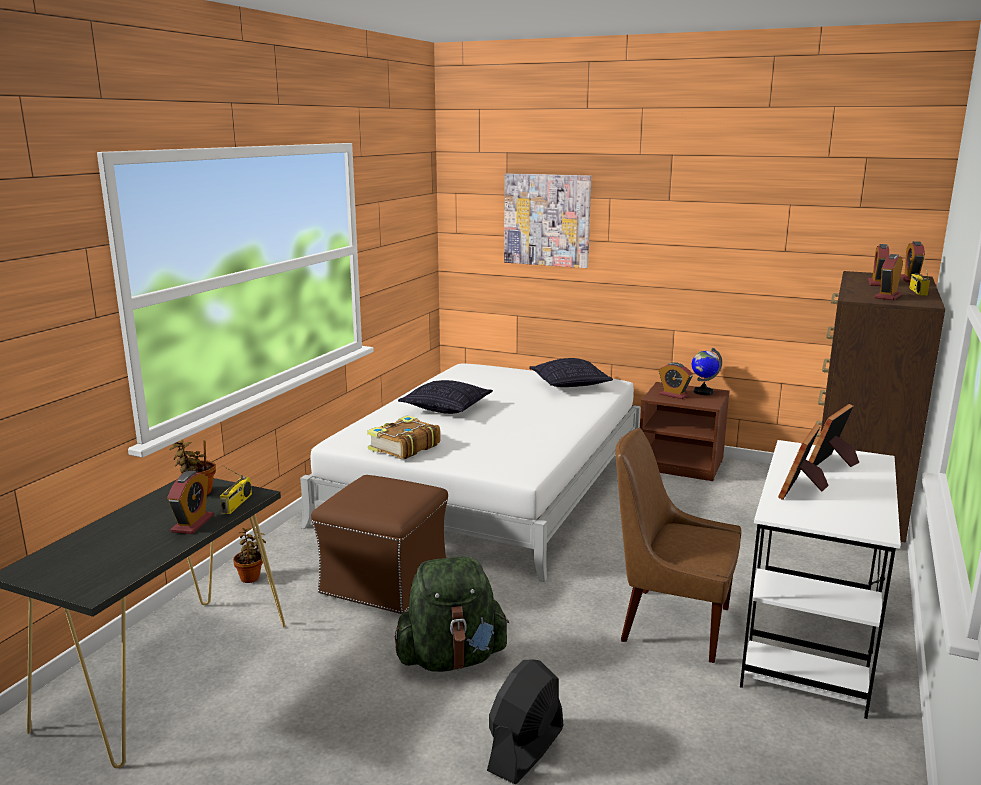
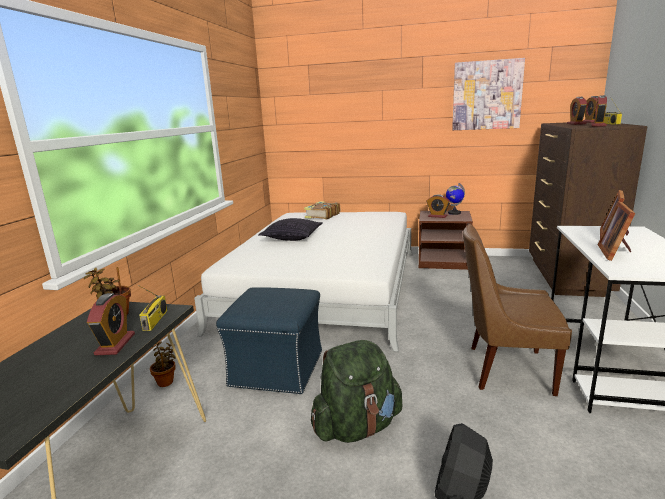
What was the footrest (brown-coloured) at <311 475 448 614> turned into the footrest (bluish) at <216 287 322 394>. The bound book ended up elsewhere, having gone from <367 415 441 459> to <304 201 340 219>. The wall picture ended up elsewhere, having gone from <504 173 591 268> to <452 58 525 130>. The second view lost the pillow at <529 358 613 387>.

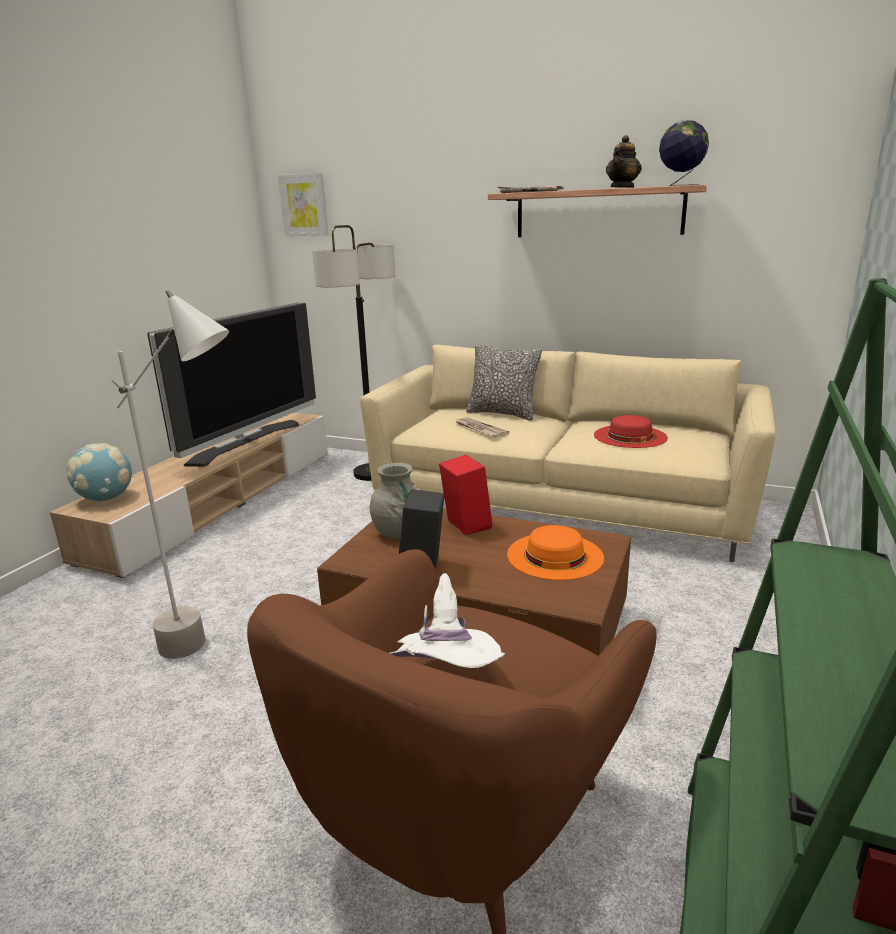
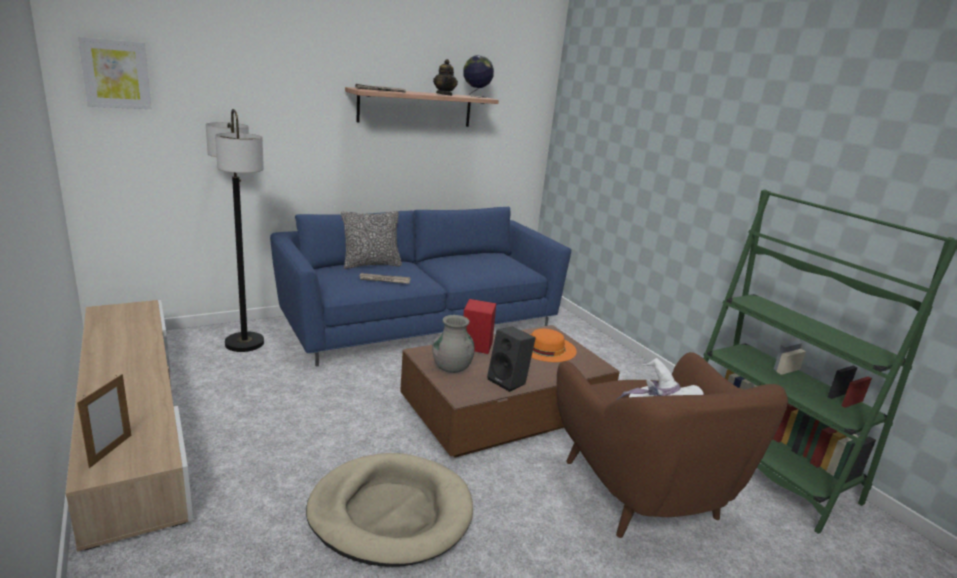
Where the world globe stood at <67 443 133 502>, the standing frame came to stand at <77 374 131 468>. What was the sofa (beige) at <360 345 776 562> turned into the sofa (bluish) at <270 207 571 366>. Where the floor lamp (gray) stood at <112 290 229 659>, the dog cushion (beige) came to stand at <306 453 473 567>. The second view lost the TV at <147 302 316 467>. The second view lost the hat (red) at <594 415 668 448>.

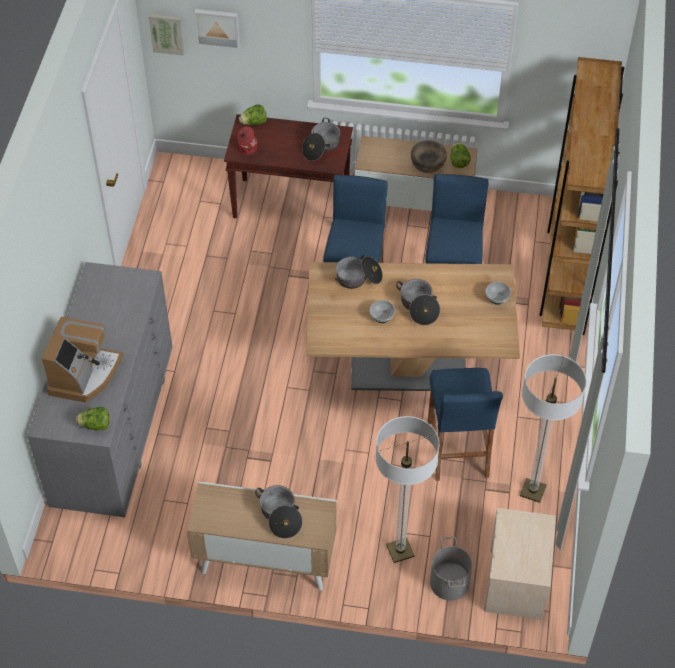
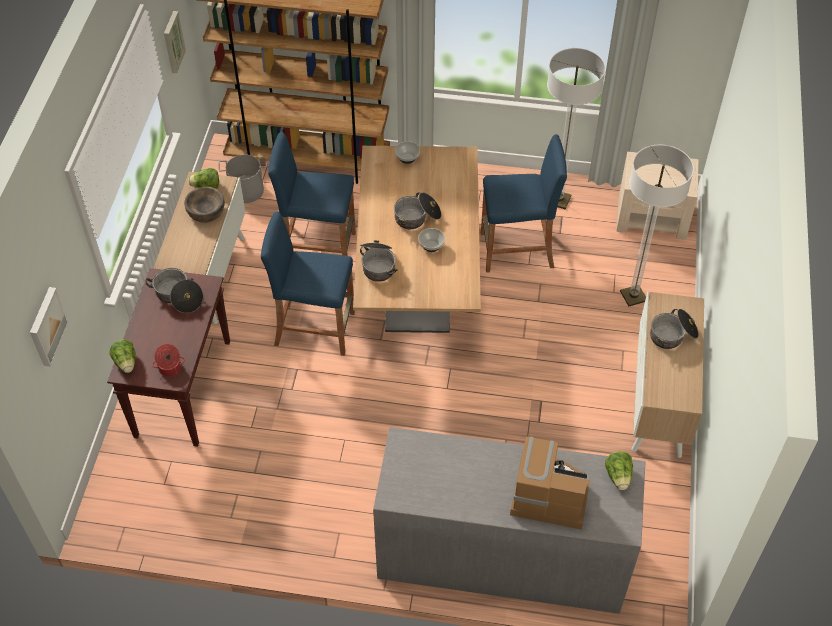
The wall picture ended up elsewhere, having gone from <149 14 184 55> to <164 11 186 73>. The pail (gray) ended up elsewhere, having gone from <430 537 472 601> to <218 154 267 203>.

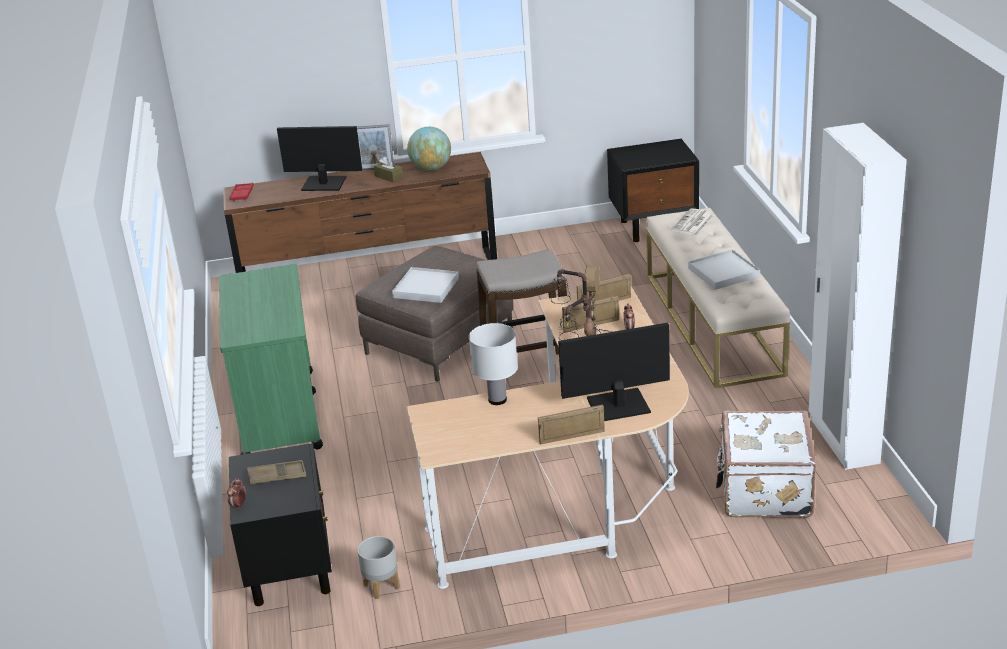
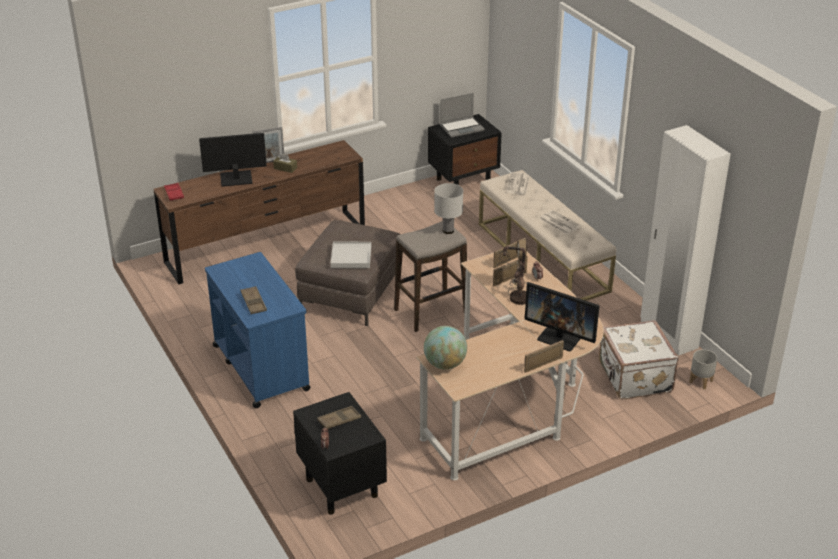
What was the trolley (green-coloured) at <219 264 323 455> turned into the trolley (bluish) at <205 252 311 408>. The second view gained the carrying tray (brown-coloured) at <241 286 267 314>. The world globe ended up elsewhere, having gone from <407 127 451 171> to <424 326 467 369>. The tabletop lamp (whitish) ended up elsewhere, having gone from <469 323 518 405> to <434 183 463 234>. The second view gained the notebook computer at <440 93 485 138>. The computer display at <558 323 670 421> ended up facing another way, 120 degrees counterclockwise from before. Where the carrying tray (whitish) stood at <688 250 760 290>, the newspaper came to stand at <539 210 581 234>. The flower pot (gray) ended up elsewhere, having gone from <358 536 400 599> to <689 349 717 389>.

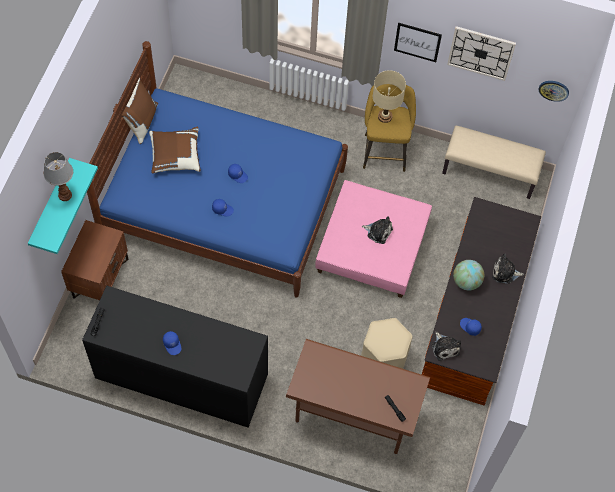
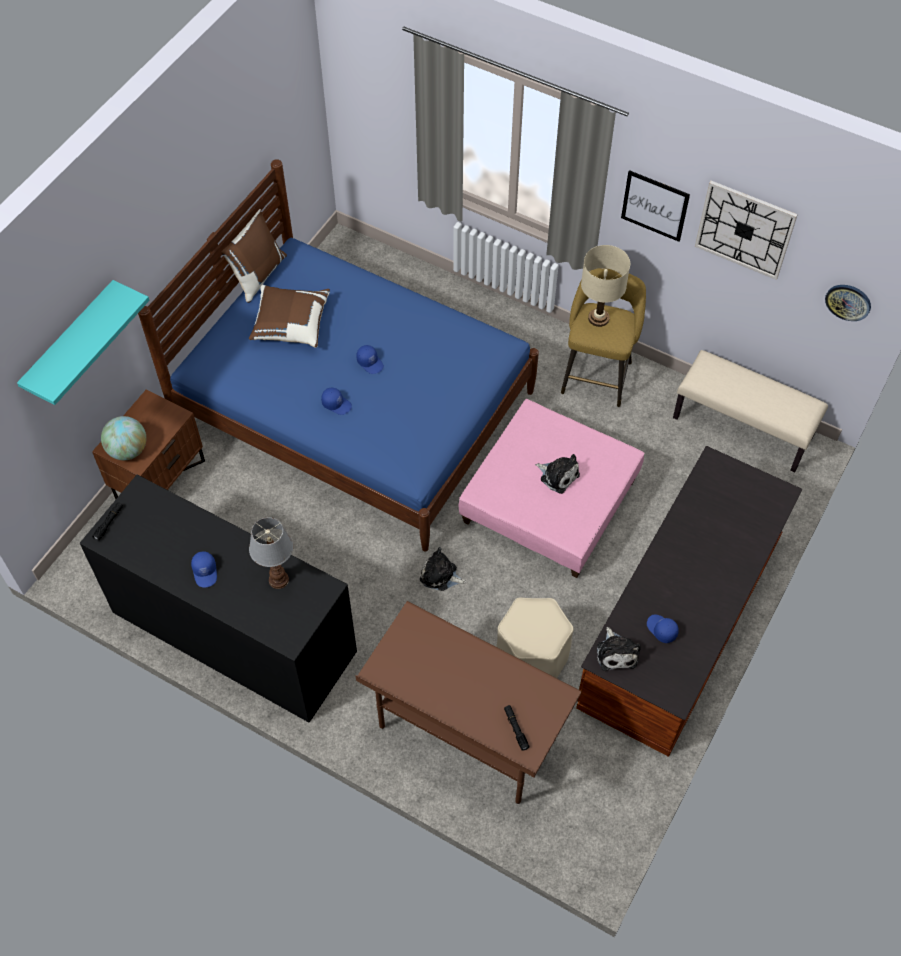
The world globe ended up elsewhere, having gone from <453 260 484 290> to <101 416 146 460>. The tabletop lamp ended up elsewhere, having gone from <44 152 73 201> to <249 517 293 589>. The soft toy ended up elsewhere, having gone from <492 254 524 284> to <420 547 466 591>.

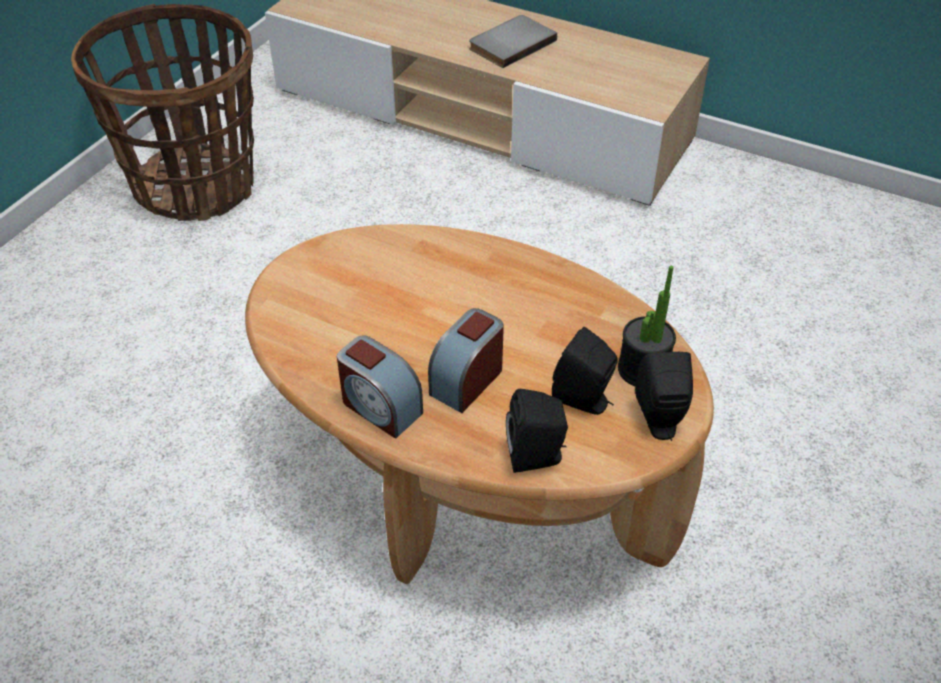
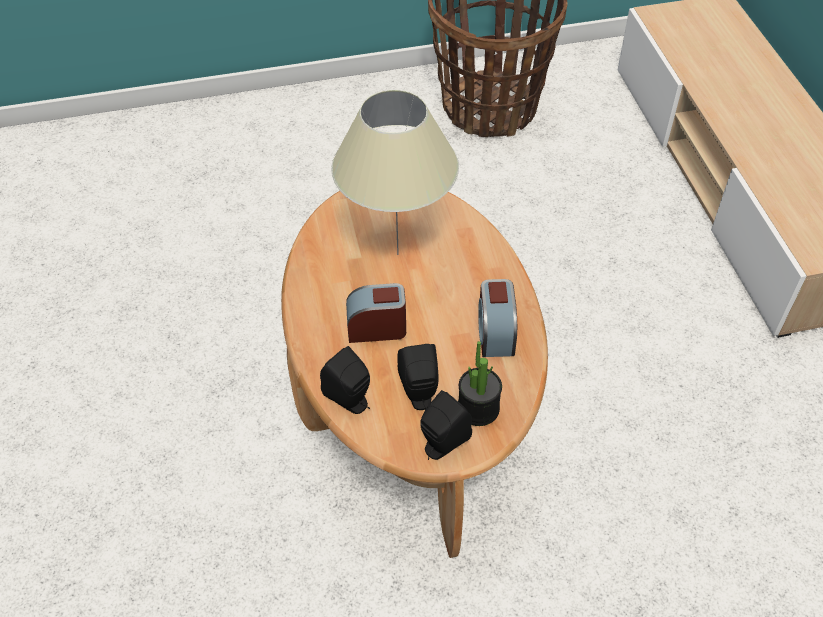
The second view gained the tabletop lamp (beige) at <331 90 459 255>. The bedside clock ended up elsewhere, having gone from <337 335 423 439> to <478 279 517 357>. The second view lost the bound book (gray) at <469 15 557 68>.

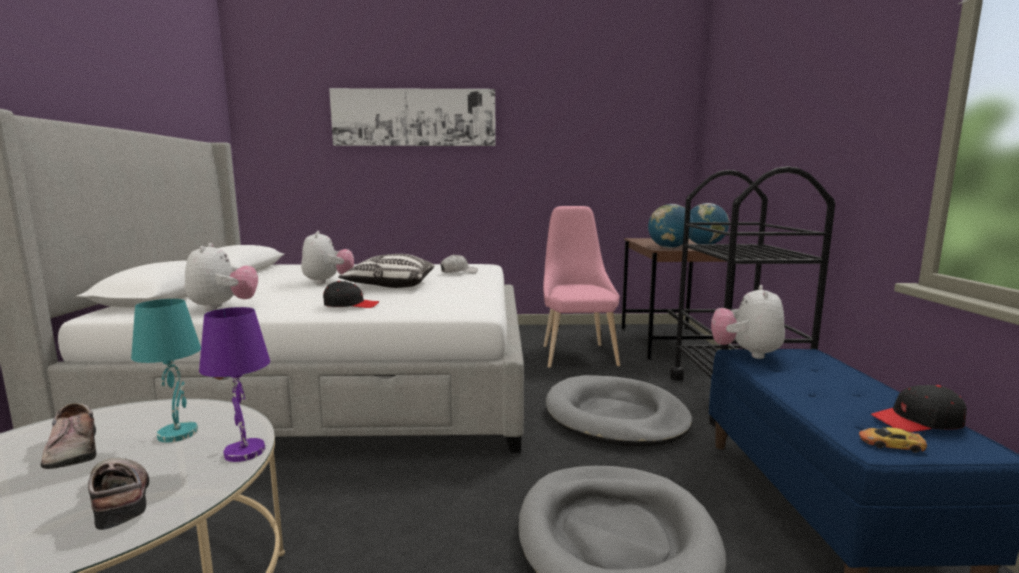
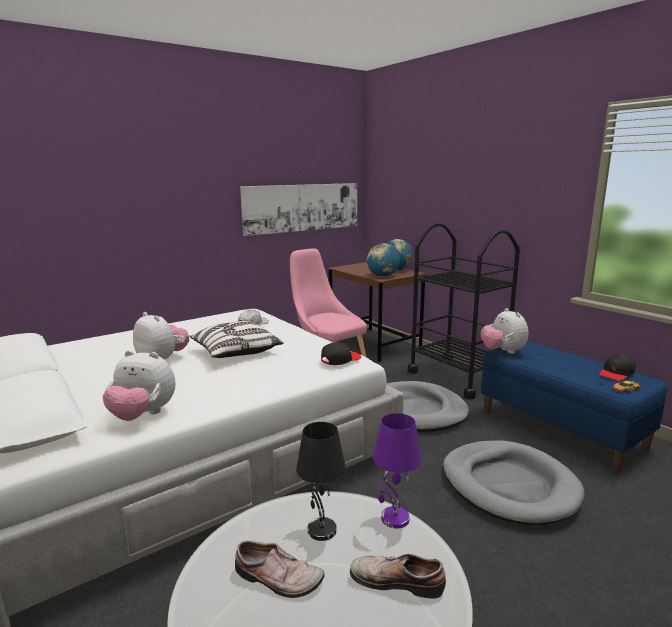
The soft toy at <185 243 258 311> ended up facing another way, 150 degrees clockwise from before. The wall picture ended up elsewhere, having gone from <329 88 496 146> to <240 183 357 236>. What was the tabletop lamp (blue-green) at <131 299 201 442> turned into the tabletop lamp (blackish) at <296 422 346 541>. The cap (blackish) ended up elsewhere, having gone from <323 281 379 308> to <321 342 361 365>.

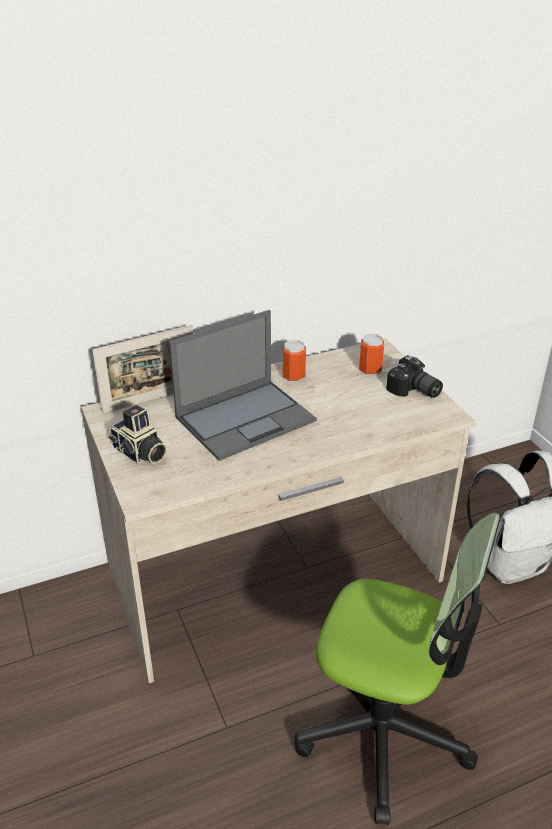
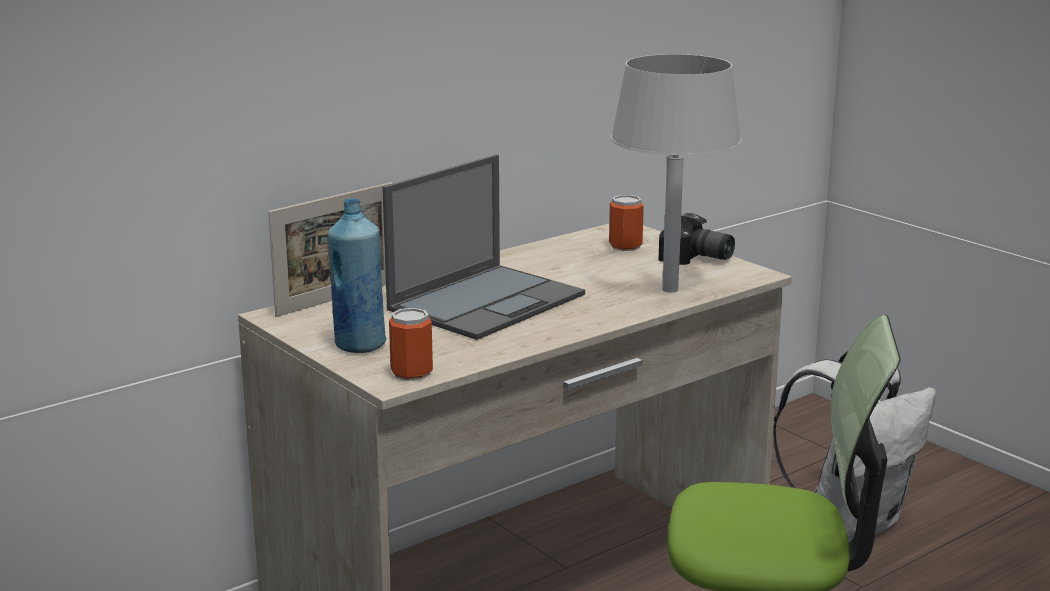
Where the still camera stood at <109 405 167 464>, the bottle (bluish) came to stand at <328 198 387 353>. The sealed can ended up elsewhere, having gone from <283 340 306 382> to <389 308 433 381>. The second view gained the tabletop lamp (gray) at <611 54 742 292>.

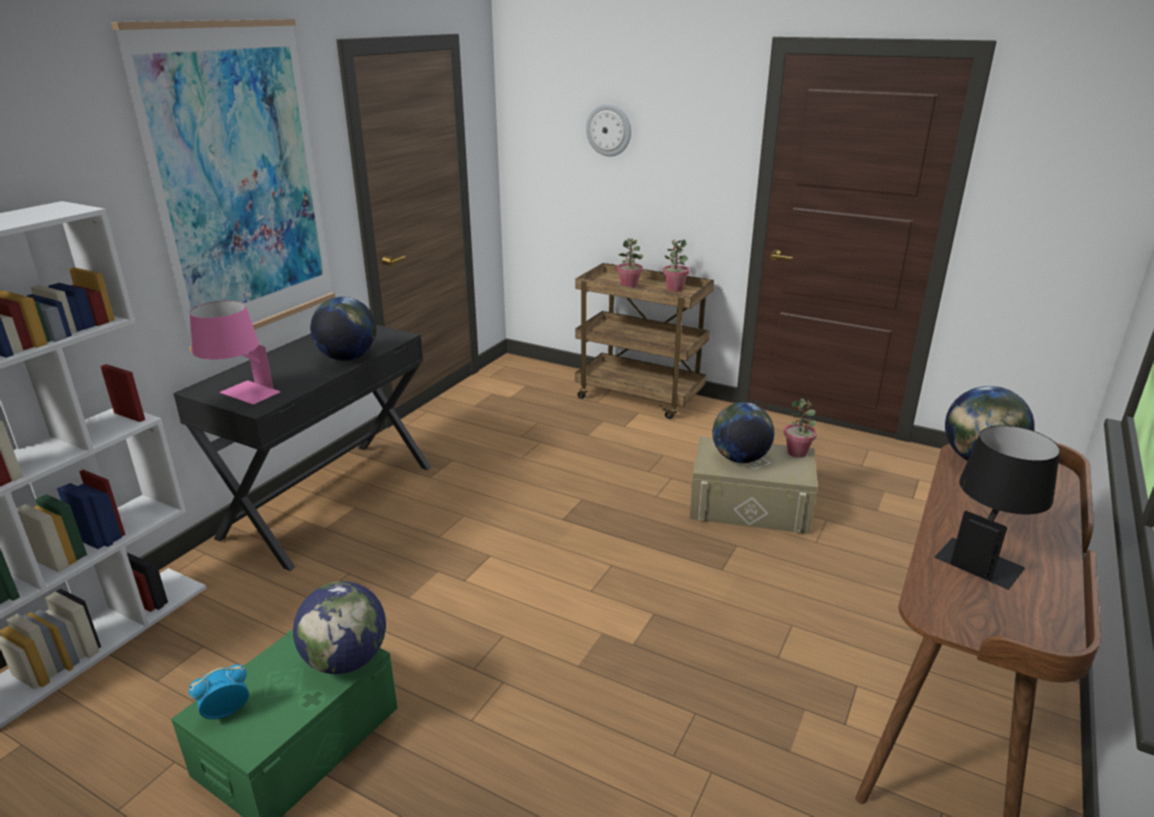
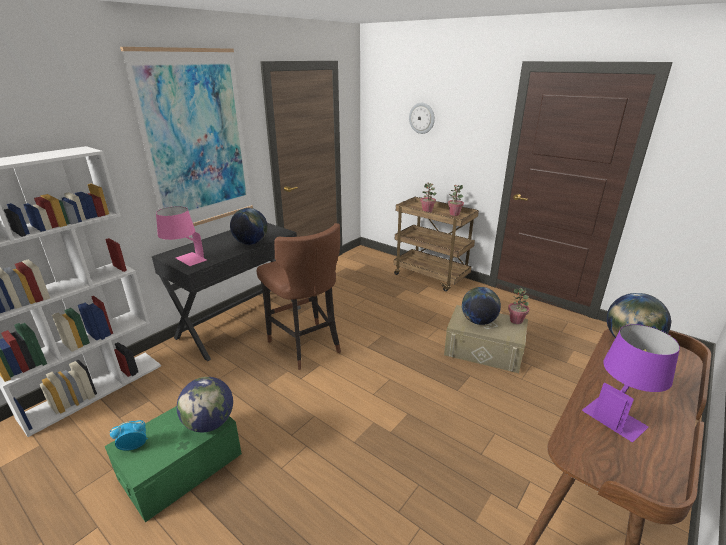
The second view gained the stool seat (brown-coloured) at <257 223 341 370>. What was the tabletop lamp (blackish) at <935 425 1060 589> turned into the tabletop lamp (purple) at <582 324 680 442>.

